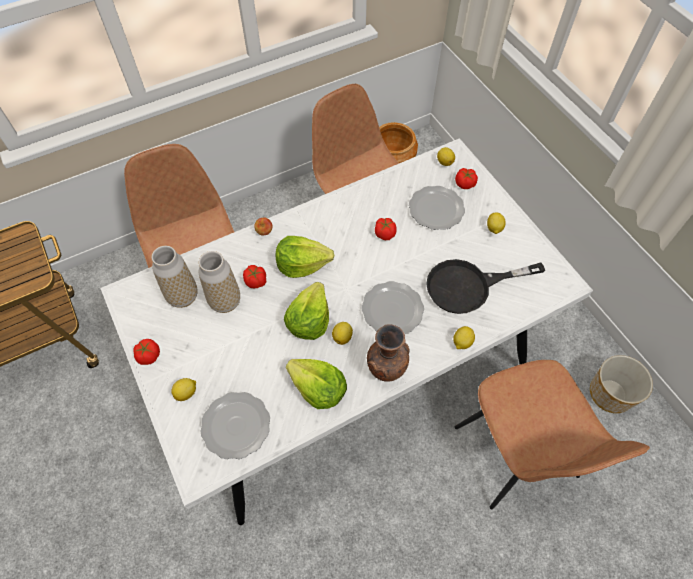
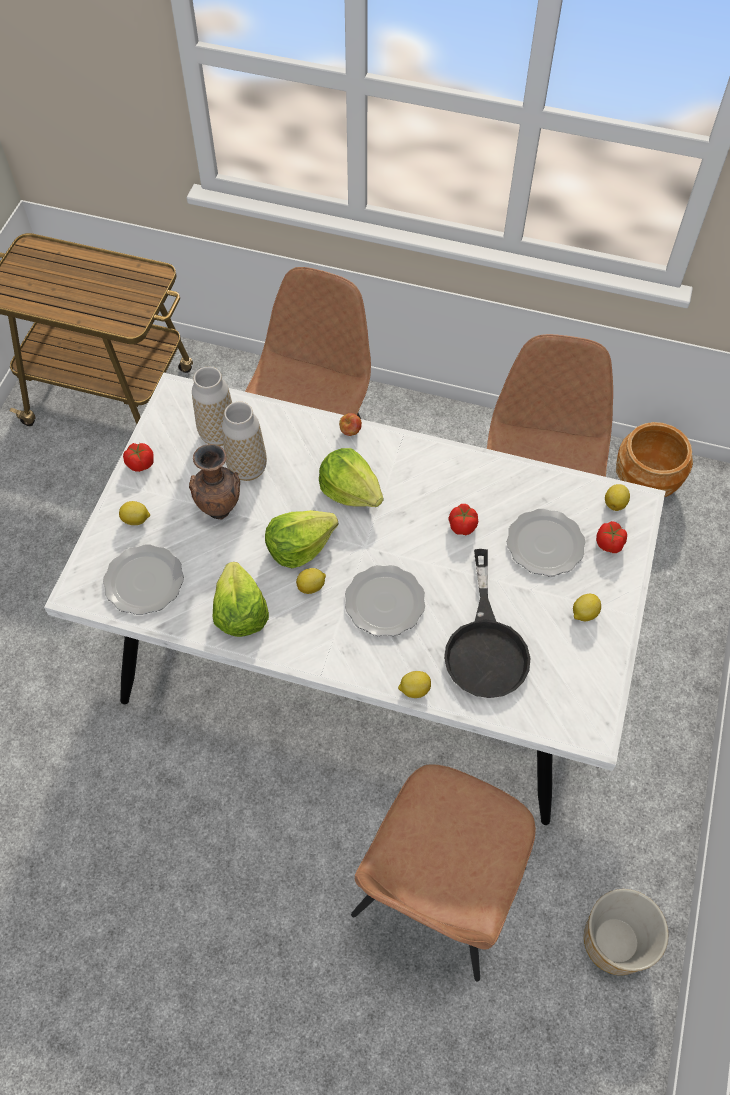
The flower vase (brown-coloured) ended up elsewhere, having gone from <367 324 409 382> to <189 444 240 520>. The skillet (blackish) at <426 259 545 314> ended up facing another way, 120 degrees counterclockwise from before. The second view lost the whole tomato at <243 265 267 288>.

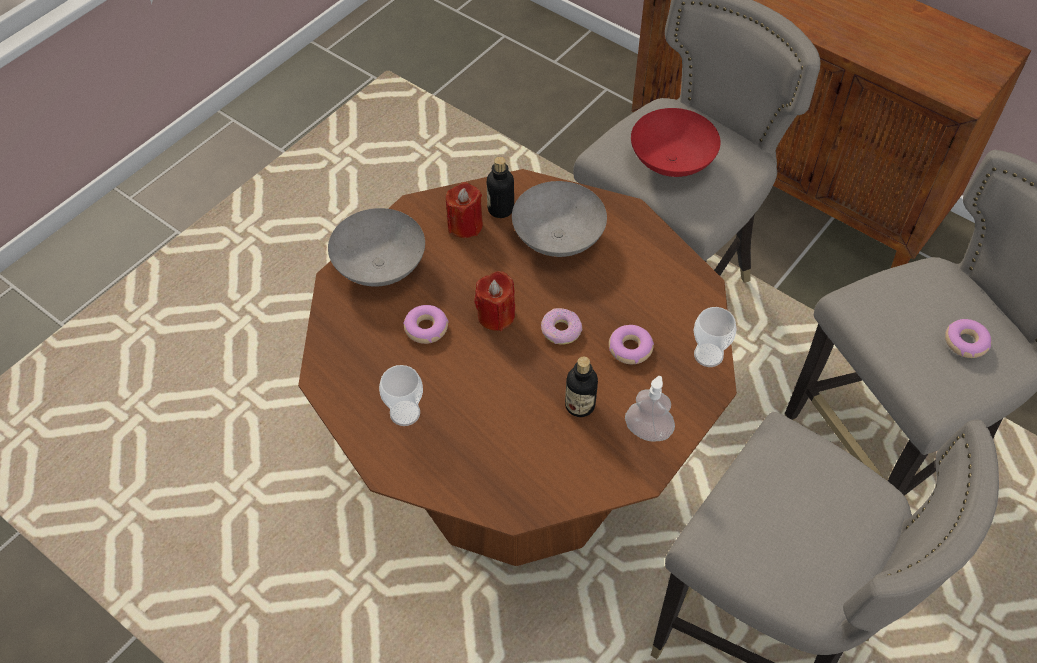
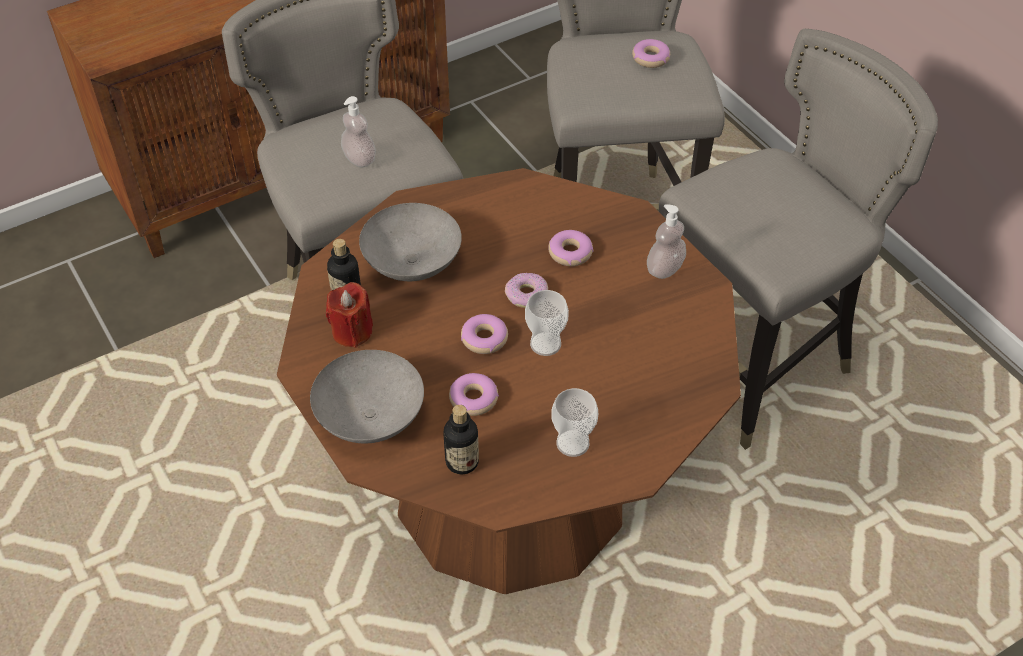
Where the serving bowl (red) stood at <631 108 721 177>, the soap bottle came to stand at <341 96 376 168>. The bottle ended up elsewhere, having gone from <565 357 598 417> to <443 405 479 474>. Where the wax light (red) stood at <474 271 515 331>, the doughnut came to stand at <461 314 508 354>. The small cup ended up elsewhere, having gone from <694 307 737 367> to <525 290 569 356>.

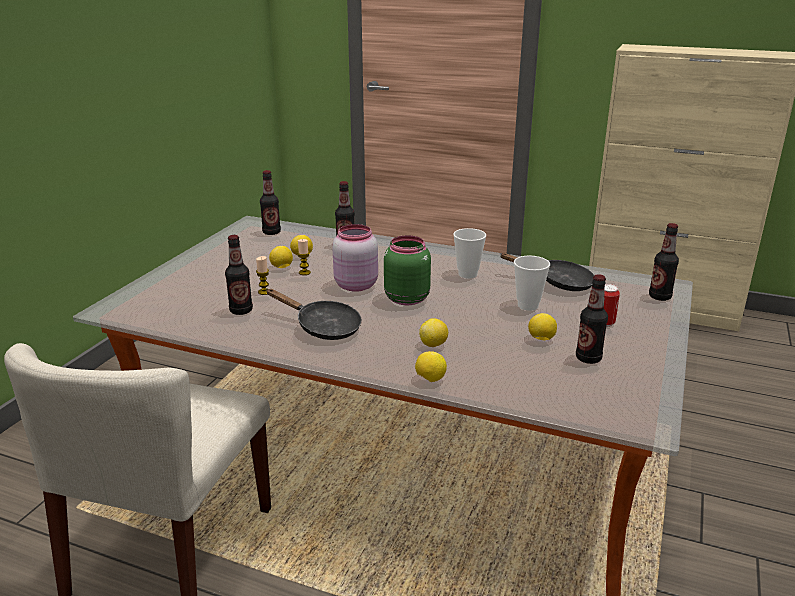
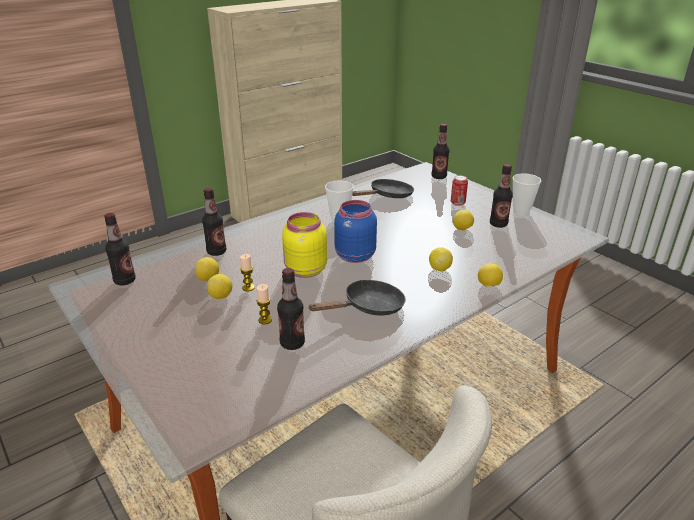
What was the storage jar (pink) at <333 224 378 292> turned into the storage jar (yellow) at <282 212 327 278>. What was the storage jar (green-coloured) at <384 235 431 305> turned into the storage jar (bluish) at <334 200 377 263>. The small cup ended up elsewhere, having gone from <514 256 550 311> to <513 173 541 216>.

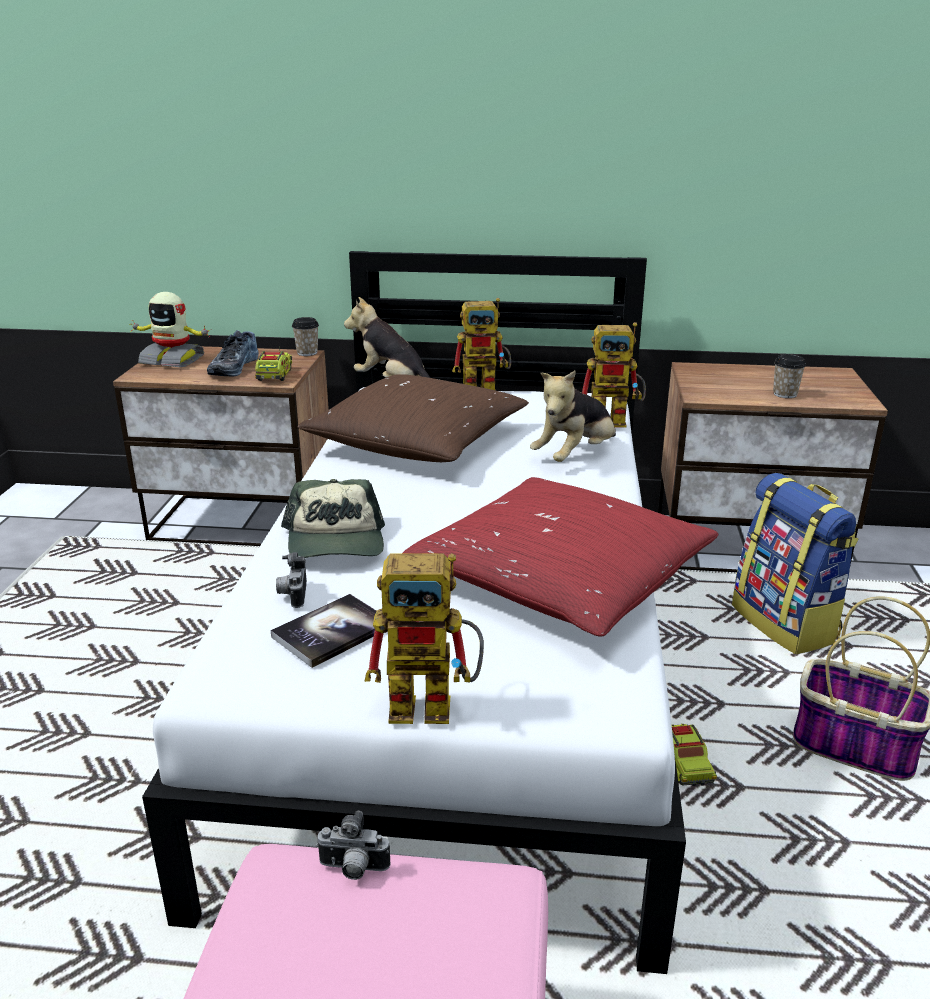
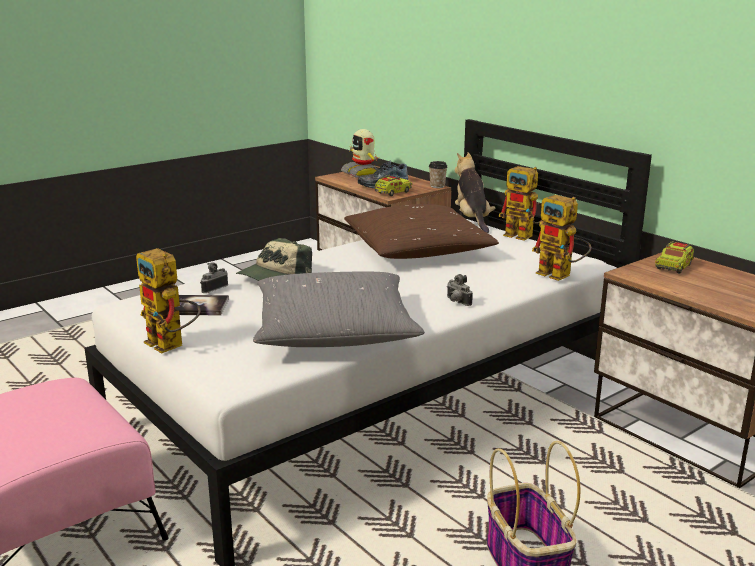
What was the pillow (red) at <402 477 719 637> turned into the pillow (gray) at <253 271 425 347>. The still camera ended up elsewhere, having gone from <316 811 390 880> to <447 274 473 306>. The model truck ended up elsewhere, having gone from <672 724 717 786> to <655 240 694 274>. The second view lost the soft toy at <530 371 616 462>. The second view lost the rucksack at <732 473 859 654>. The second view lost the small cup at <773 354 806 398>.

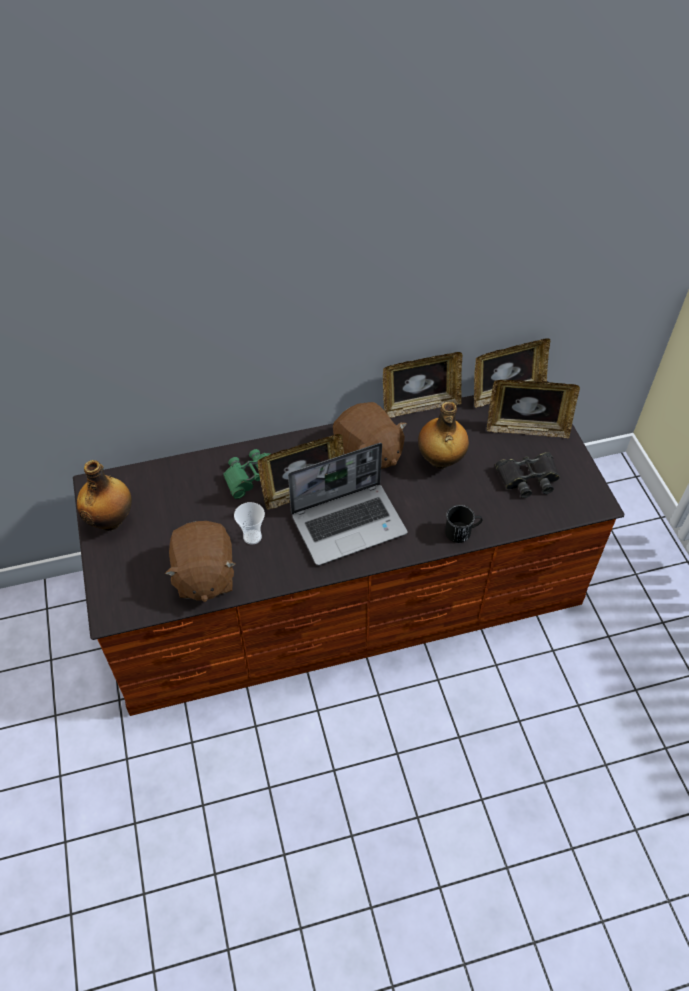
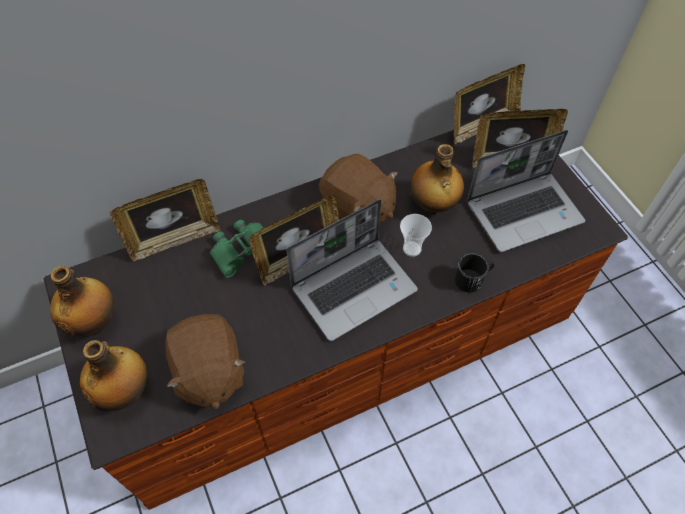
The second view gained the bottle at <80 340 147 411>. The standing frame ended up elsewhere, having gone from <383 352 463 418> to <110 179 221 261>. The small cup ended up elsewhere, having gone from <234 502 265 545> to <400 214 432 257>. Where the pair of binoculars (blackish) stood at <495 452 560 498>, the notebook computer came to stand at <467 130 585 252>.

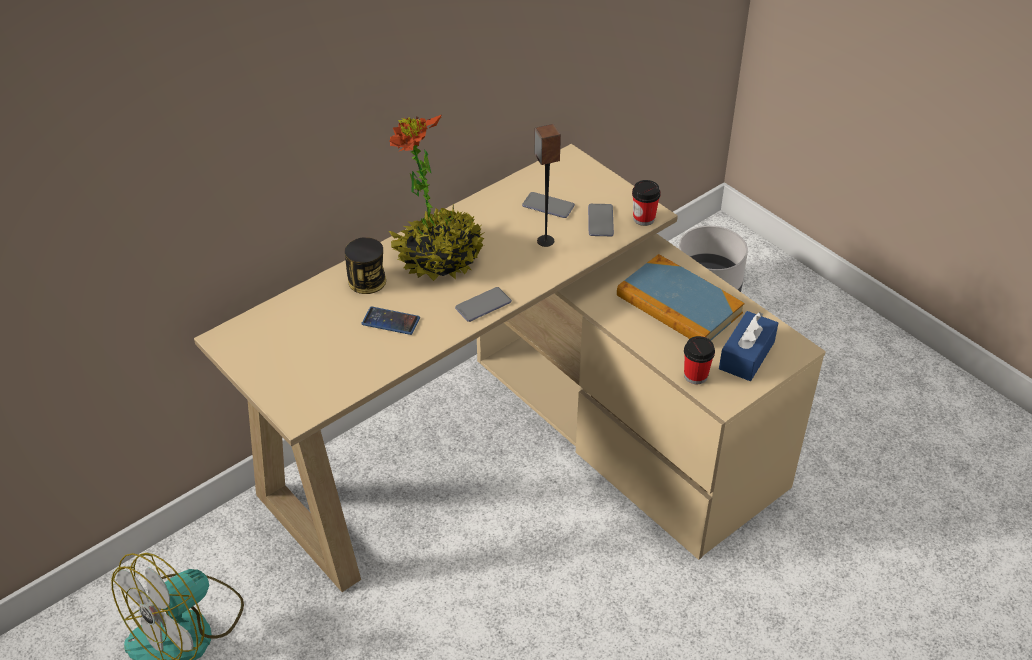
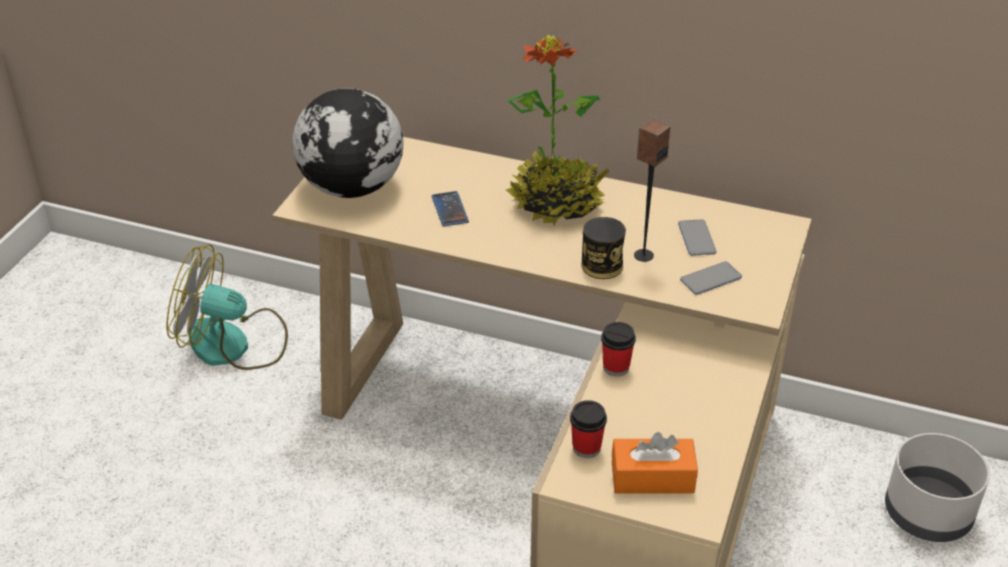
The second view gained the world globe at <292 88 404 198>. The sealed can ended up elsewhere, having gone from <345 237 386 294> to <582 217 626 279>. The small cup ended up elsewhere, having gone from <632 180 661 226> to <601 322 636 376>. What was the tissue holder (bluish) at <719 311 778 381> turned into the tissue holder (orange) at <612 432 698 494>. The second view lost the handset at <455 287 512 322>. The second view lost the bound book at <617 254 745 340>.

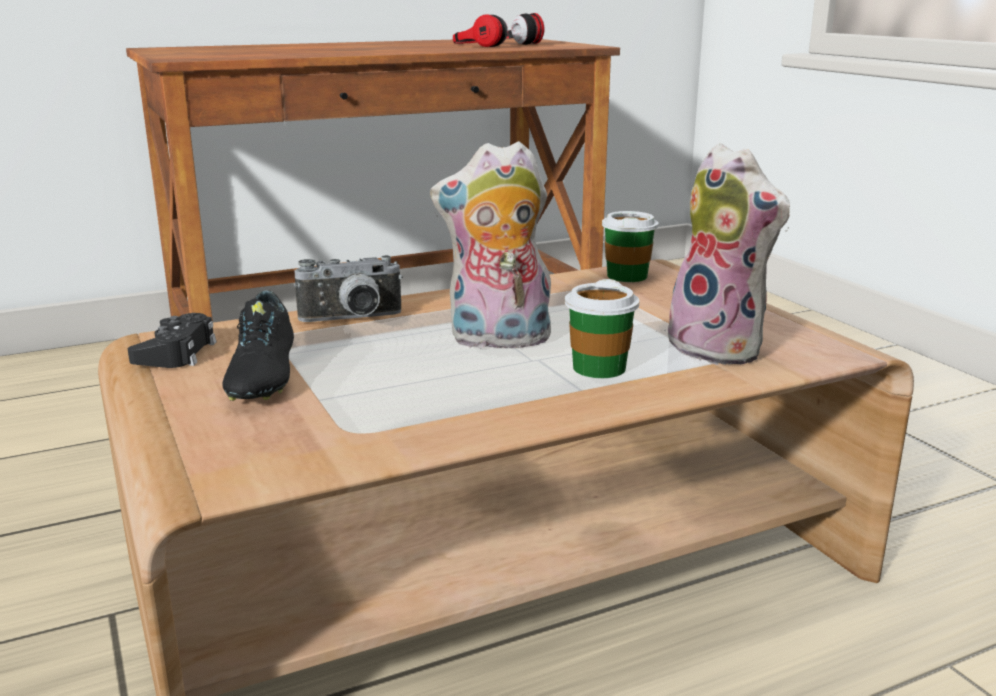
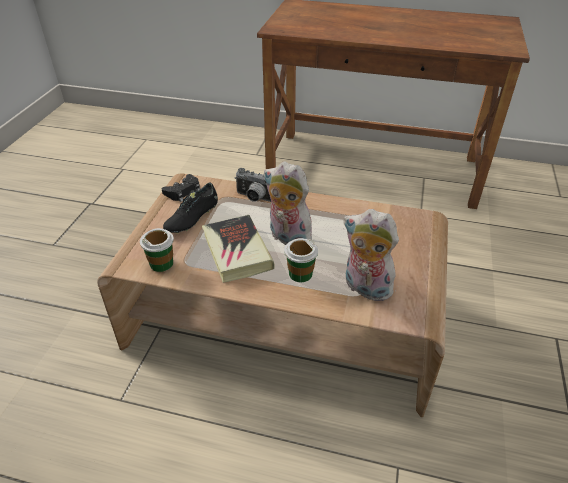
The small cup ended up elsewhere, having gone from <602 211 659 282> to <140 228 174 272>. The second view gained the bound book at <202 215 274 283>. The soft toy at <660 143 790 365> ended up facing another way, 120 degrees clockwise from before. The second view lost the headset at <453 13 544 47>.

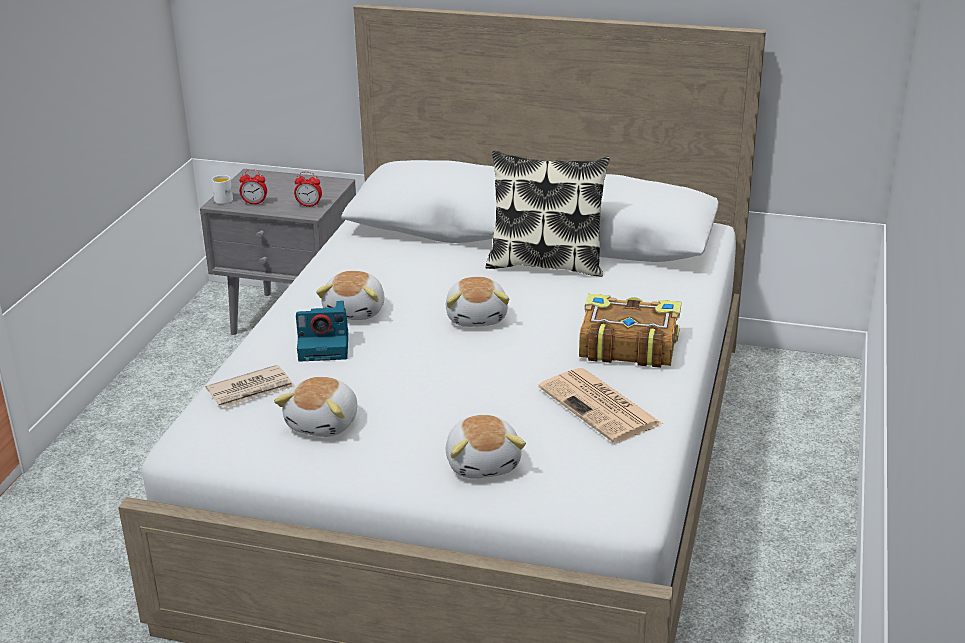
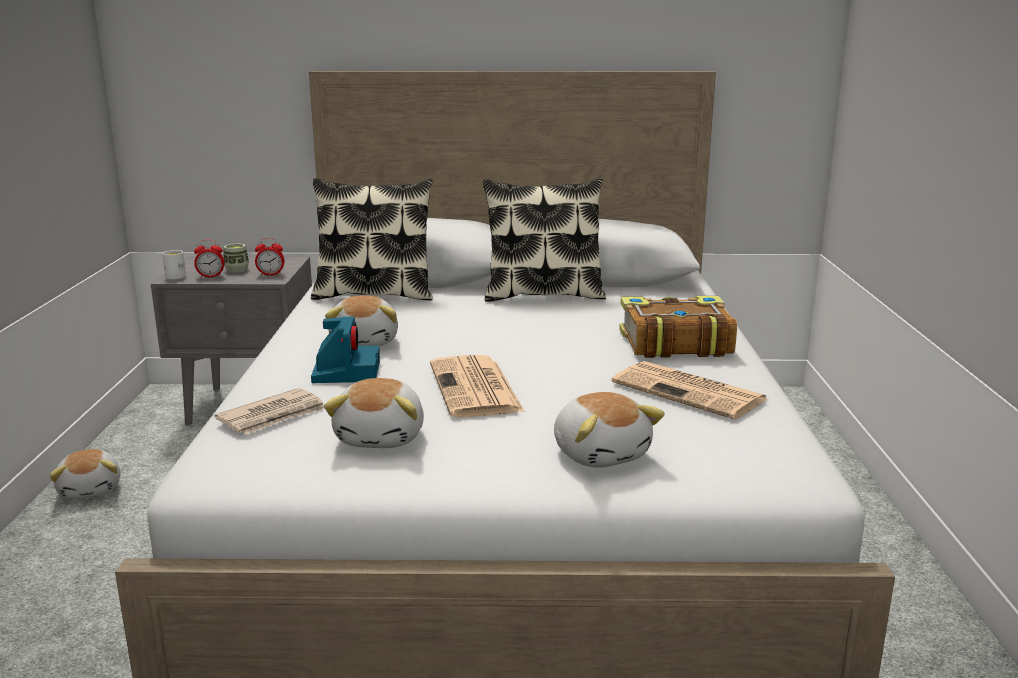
The soft toy ended up elsewhere, having gone from <446 277 509 327> to <49 449 120 499>. The second view gained the small cup at <223 244 249 273>. The second view gained the pillow at <311 178 433 300>. The still camera at <296 301 348 362> ended up facing another way, 75 degrees counterclockwise from before. The second view gained the newspaper at <430 355 525 417>.

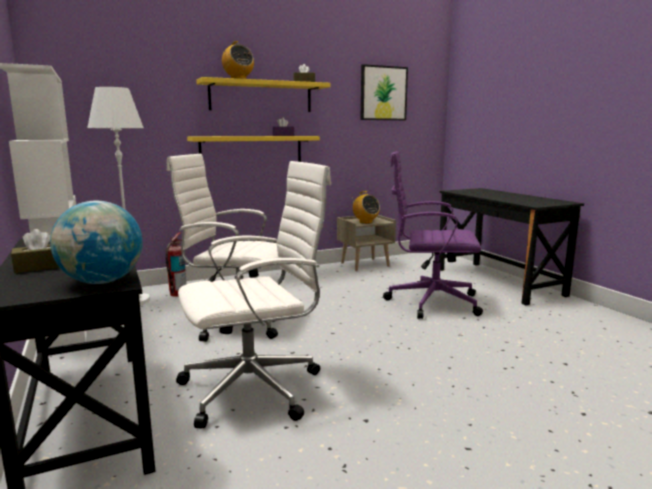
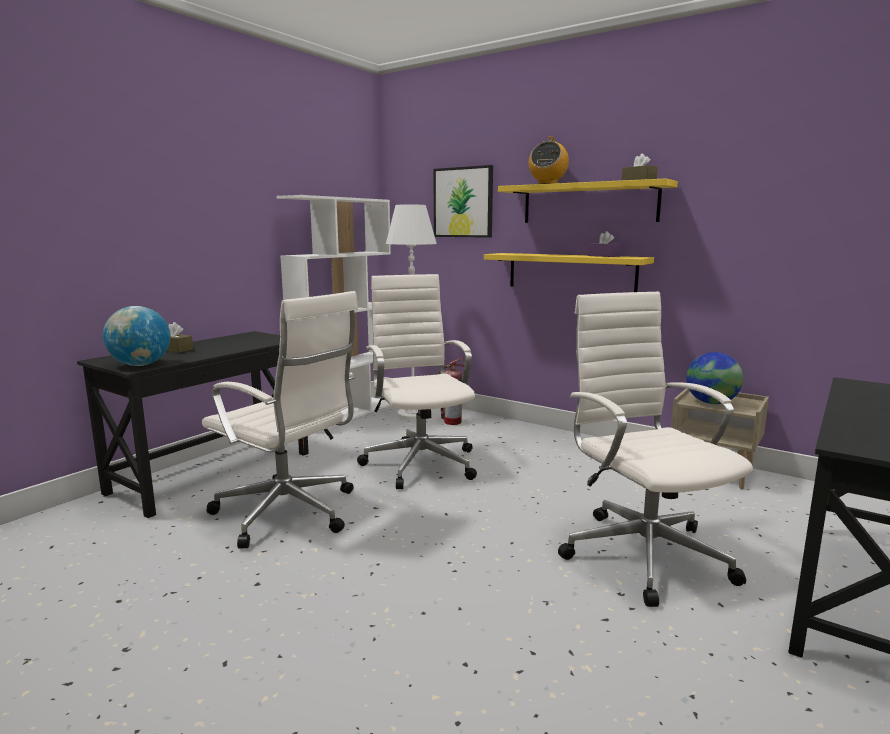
The wall picture ended up elsewhere, having gone from <360 64 408 120> to <434 165 493 238>. What was the desk chair (purple) at <383 151 483 319> turned into the desk chair (whitish) at <558 292 753 607>. Where the radio stood at <352 191 380 224>, the world globe came to stand at <686 352 743 404>.

